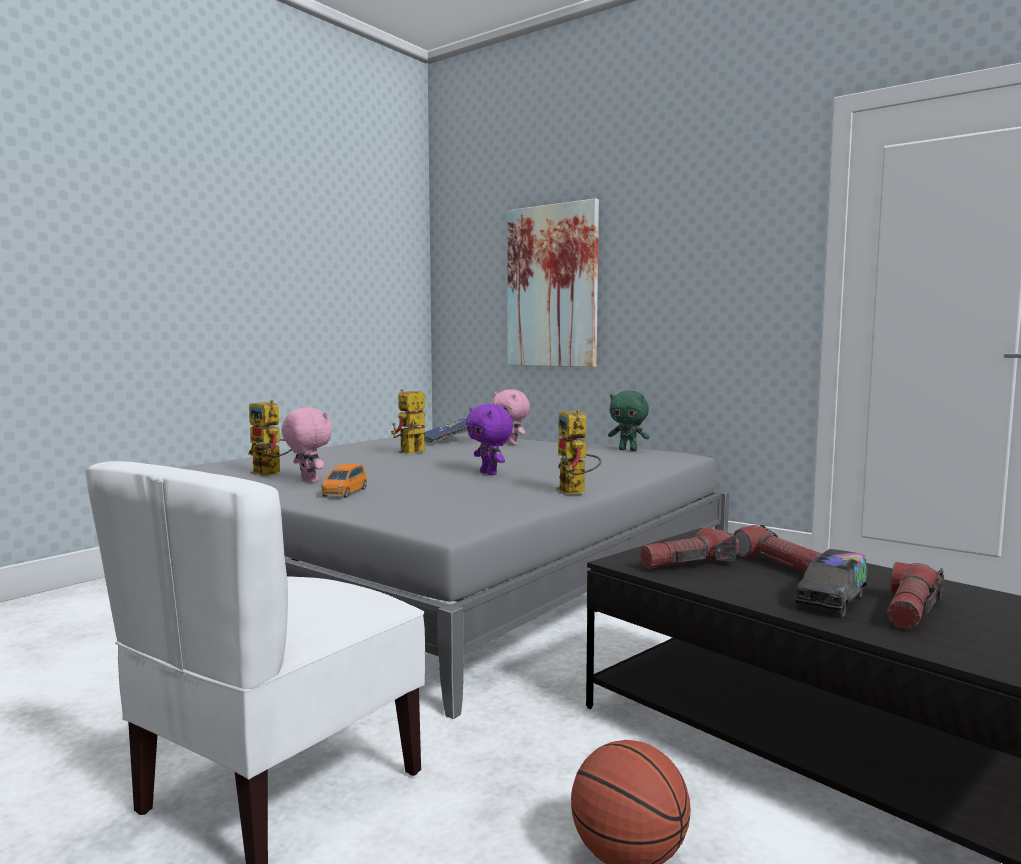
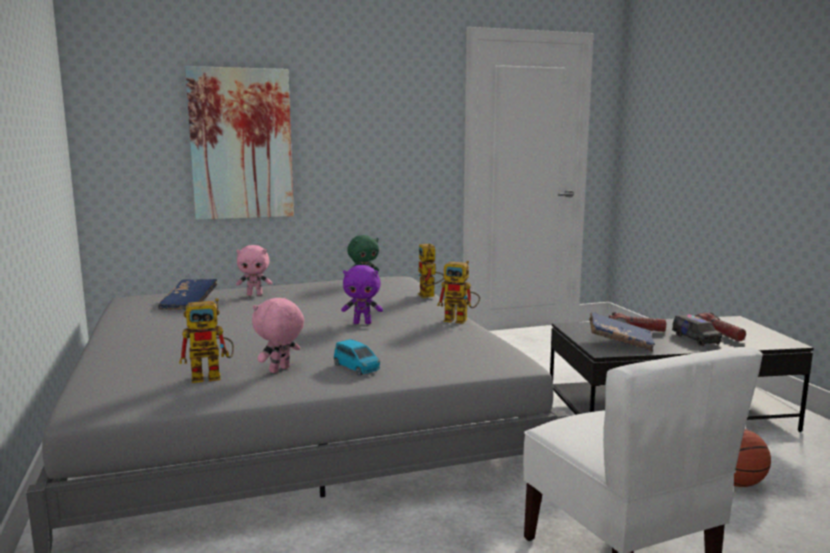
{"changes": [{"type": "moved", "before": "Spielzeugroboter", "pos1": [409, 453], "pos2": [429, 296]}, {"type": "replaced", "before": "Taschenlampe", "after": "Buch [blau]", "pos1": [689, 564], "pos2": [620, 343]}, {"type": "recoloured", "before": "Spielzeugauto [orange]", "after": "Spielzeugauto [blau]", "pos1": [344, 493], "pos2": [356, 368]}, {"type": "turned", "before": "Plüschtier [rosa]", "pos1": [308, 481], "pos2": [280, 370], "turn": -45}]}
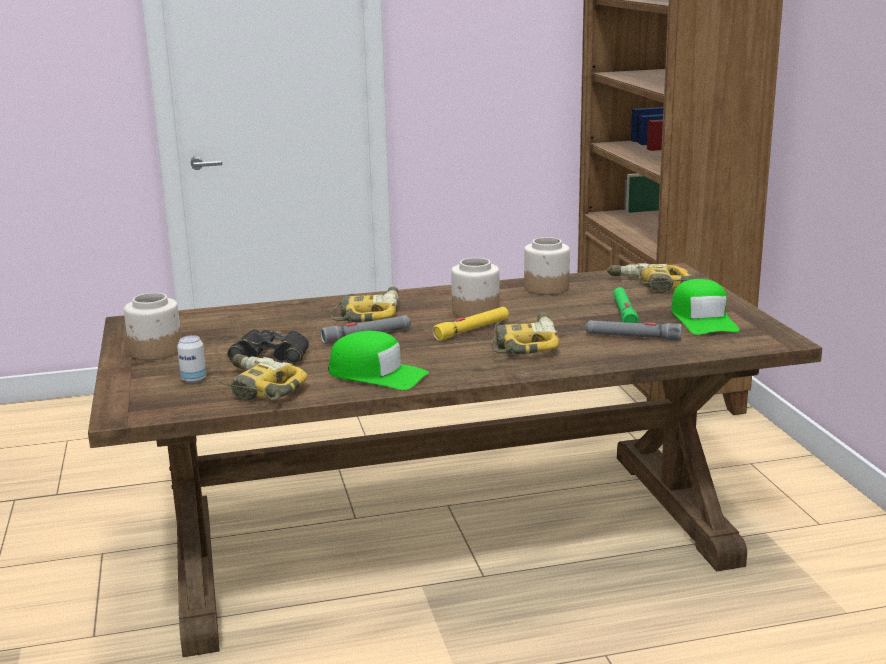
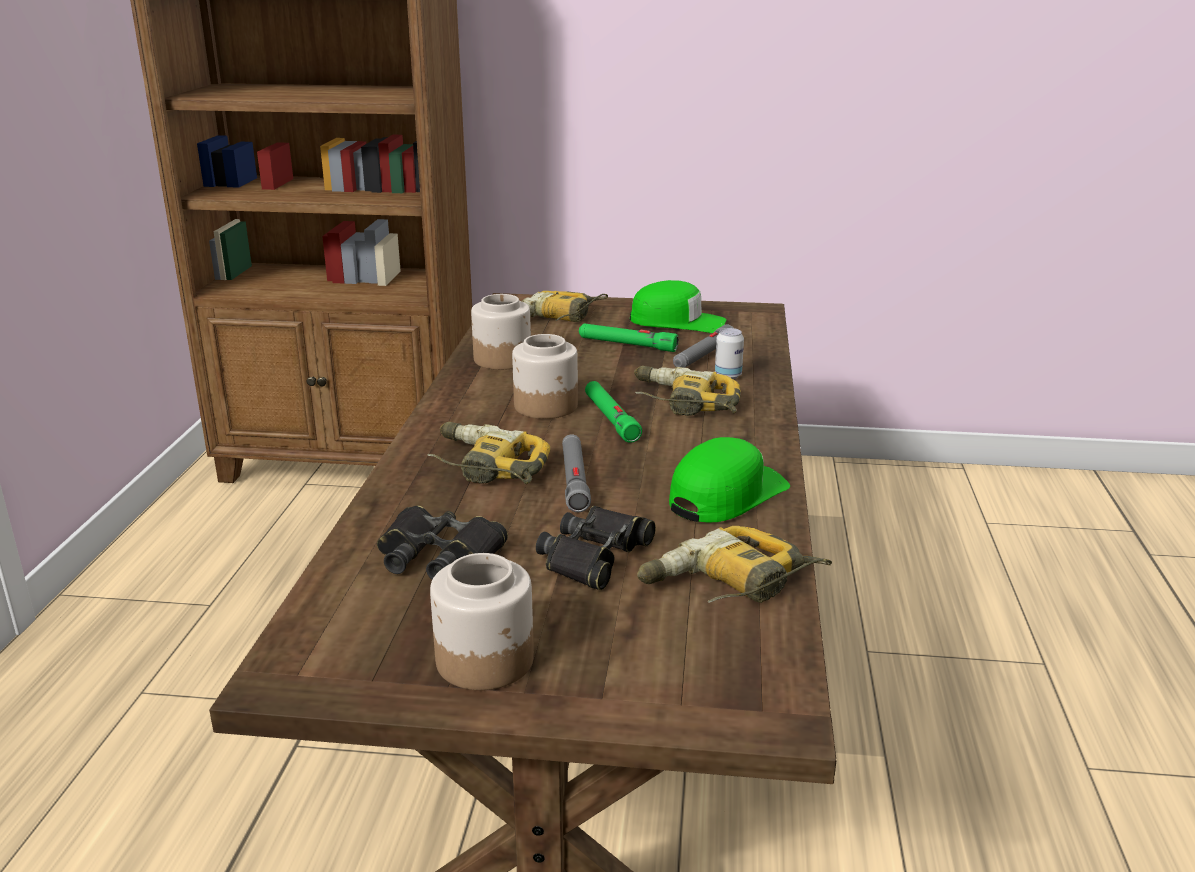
{"changes": [{"type": "added", "after": "Fernglas [schwarz]", "pos2": [438, 555]}, {"type": "moved", "before": "Dose", "pos1": [193, 379], "pos2": [728, 376]}, {"type": "recoloured", "before": "Taschenlampe [gelb]", "after": "Taschenlampe [grün]", "pos1": [472, 330], "pos2": [611, 418]}]}
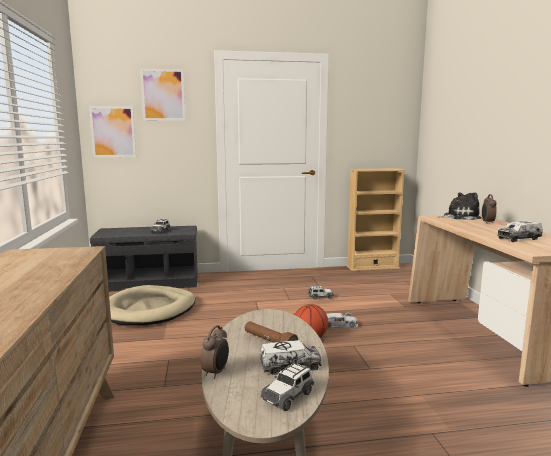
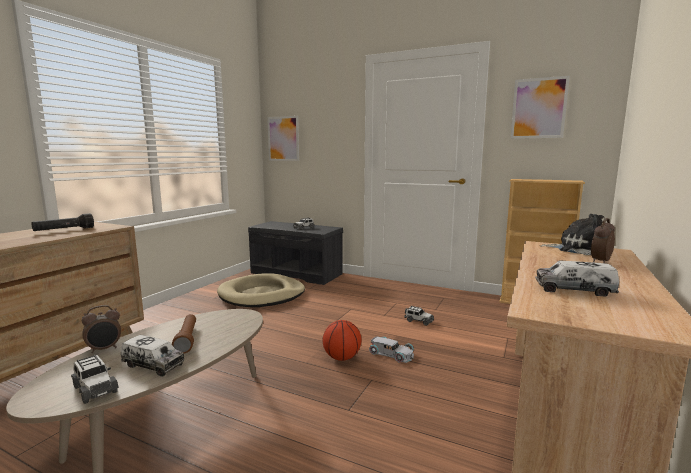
{"changes": [{"type": "added", "after": "Taschenlampe [schwarz]", "pos2": [64, 230]}, {"type": "moved", "before": "Bild", "pos1": [163, 95], "pos2": [538, 108]}, {"type": "turned", "before": "Spielzeugauto", "pos1": [288, 396], "pos2": [94, 389], "turn": -120}]}
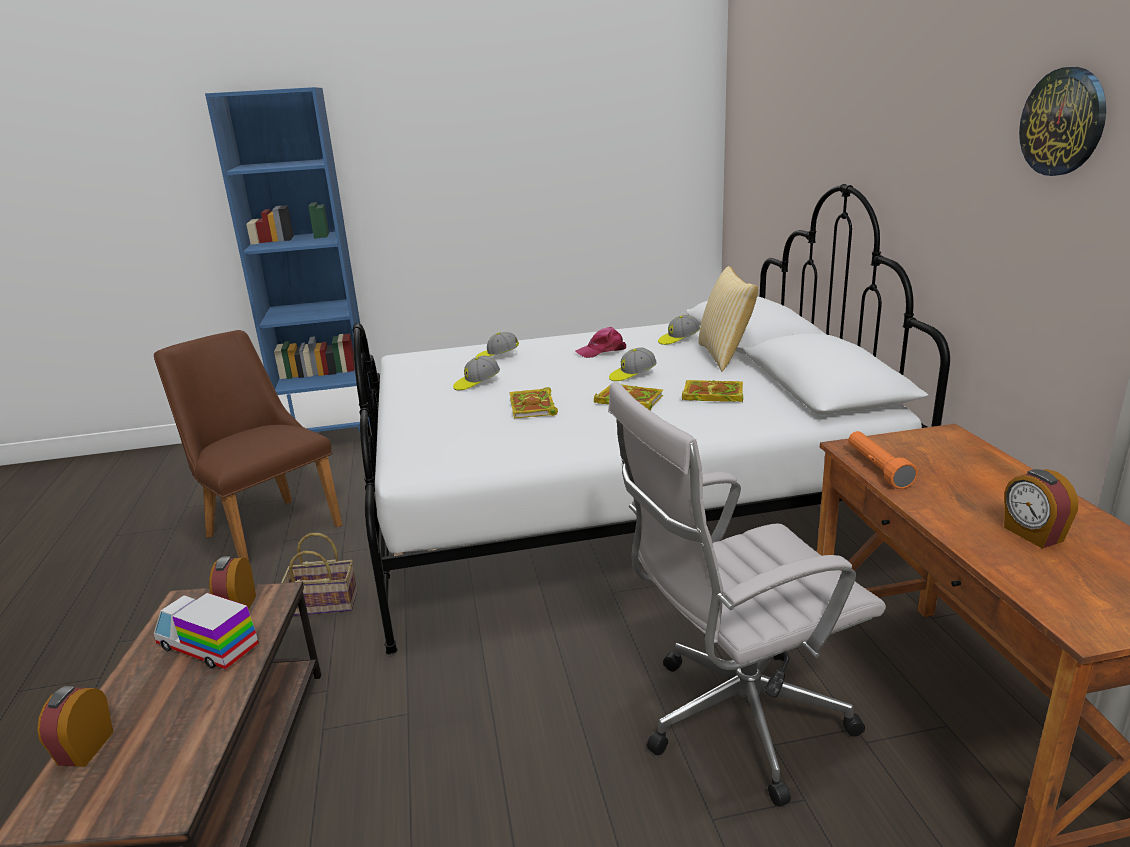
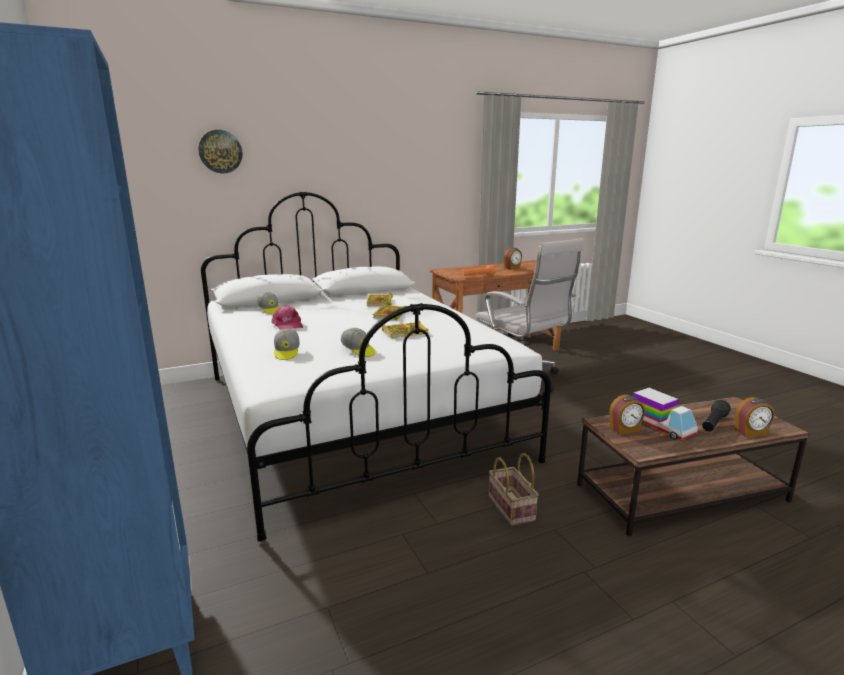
{"changes": [{"type": "removed", "before": "Stuhl [braun]", "pos1": [265, 527]}, {"type": "removed", "before": "Kappe", "pos1": [632, 375]}, {"type": "removed", "before": "Kissen", "pos1": [725, 356]}, {"type": "added", "after": "Taschenlampe [schwarz]", "pos2": [713, 424]}, {"type": "moved", "before": "Wanduhr", "pos1": [1063, 122], "pos2": [220, 151]}, {"type": "turned", "before": "Spielzeuglaster", "pos1": [208, 647], "pos2": [661, 427], "turn": -45}]}
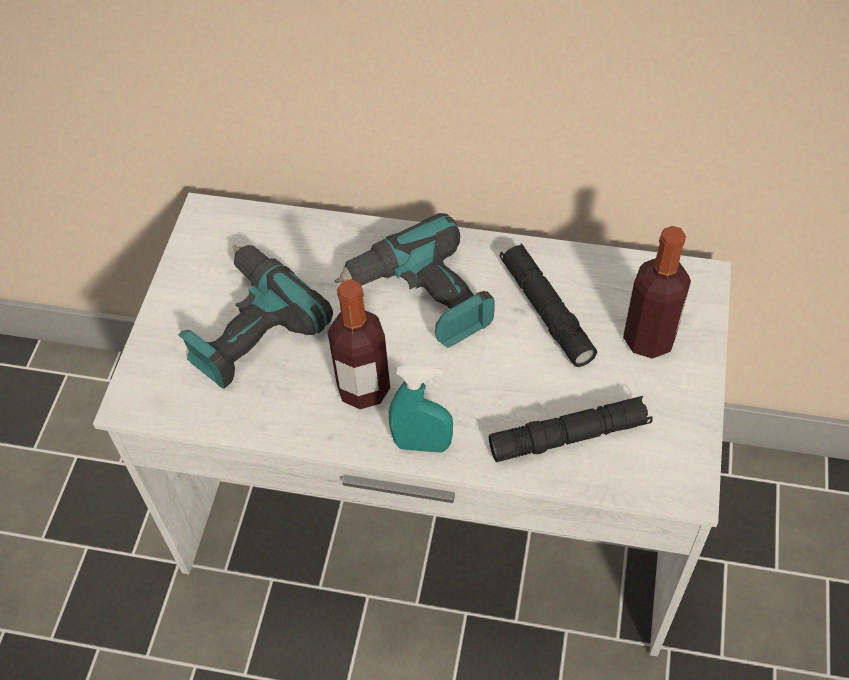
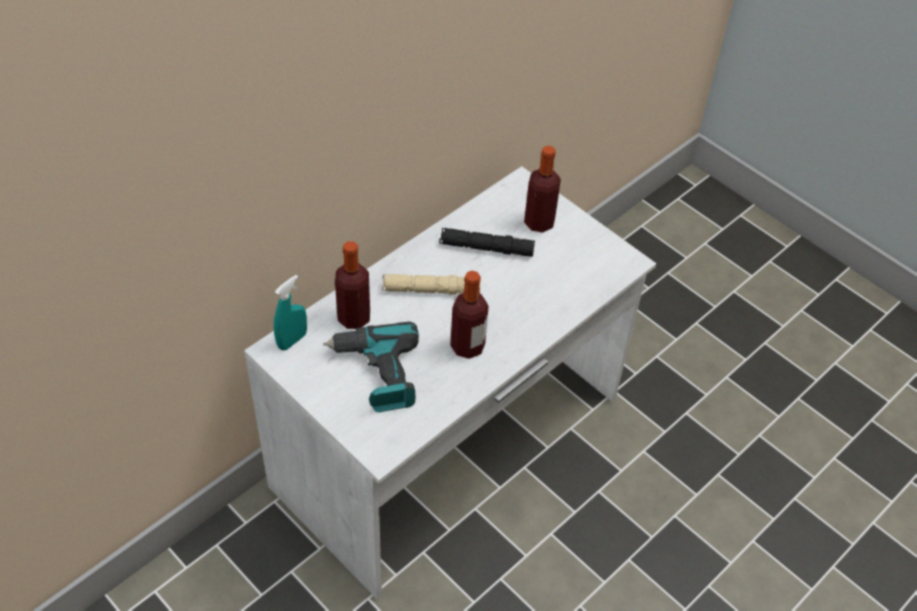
{"changes": [{"type": "removed", "before": "Taschenlampe [schwarz]", "pos1": [569, 436]}, {"type": "added", "after": "Flasche", "pos2": [354, 318]}, {"type": "moved", "before": "Sprühflasche [türkis]", "pos1": [422, 444], "pos2": [292, 340]}, {"type": "replaced", "before": "Bohrmaschine", "after": "Taschenlampe [beige]", "pos1": [422, 298], "pos2": [431, 290]}]}
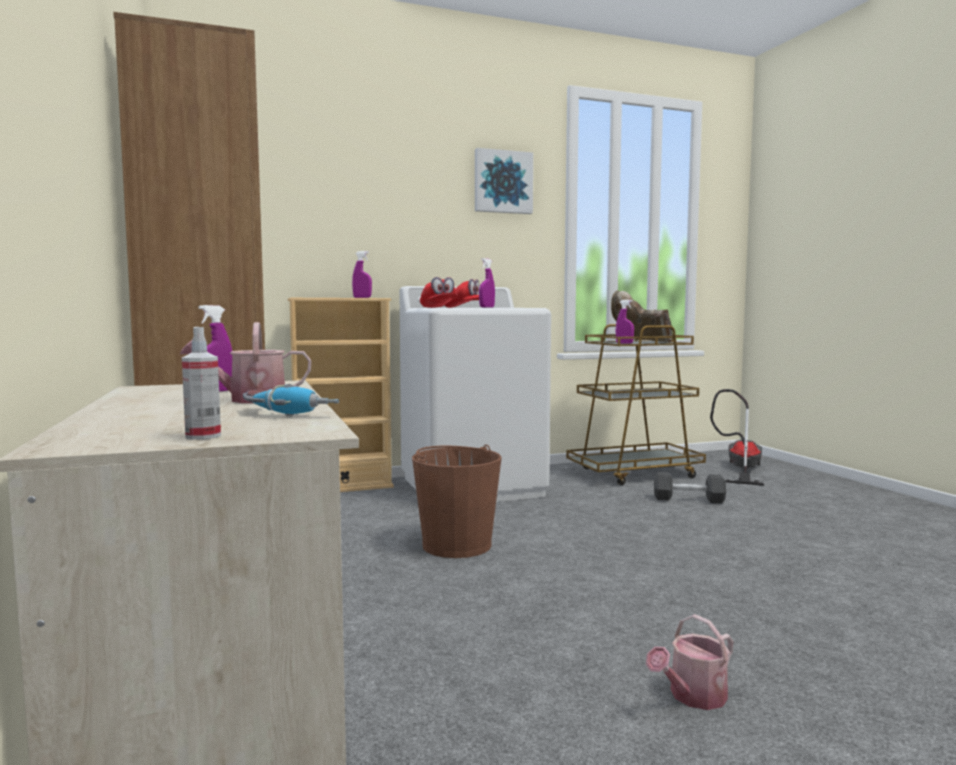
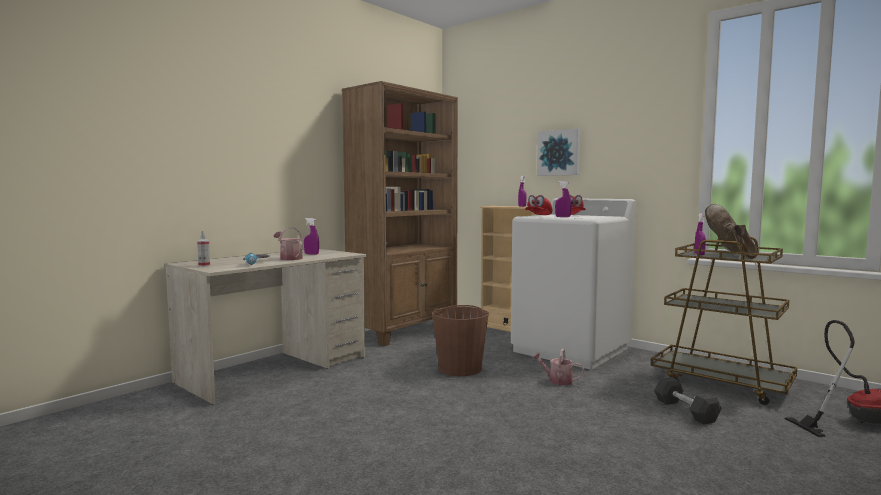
{"changes": [{"type": "moved", "before": "Bild", "pos1": [502, 182], "pos2": [559, 153]}, {"type": "moved", "before": "Gießkanne", "pos1": [692, 697], "pos2": [557, 380]}]}
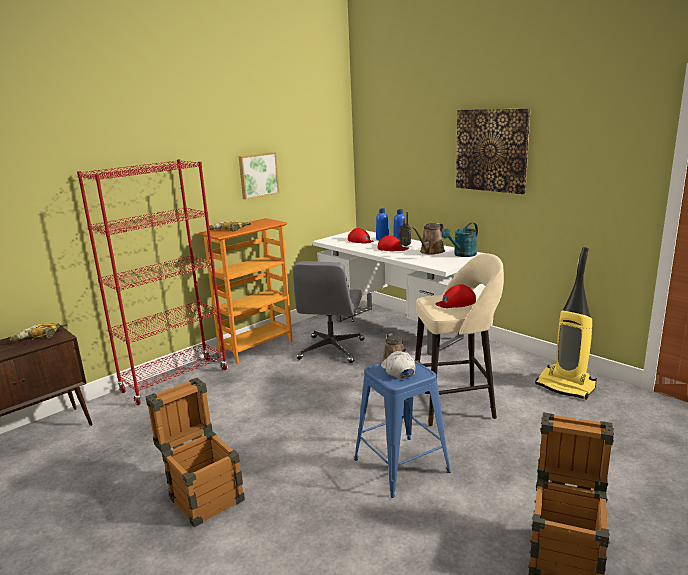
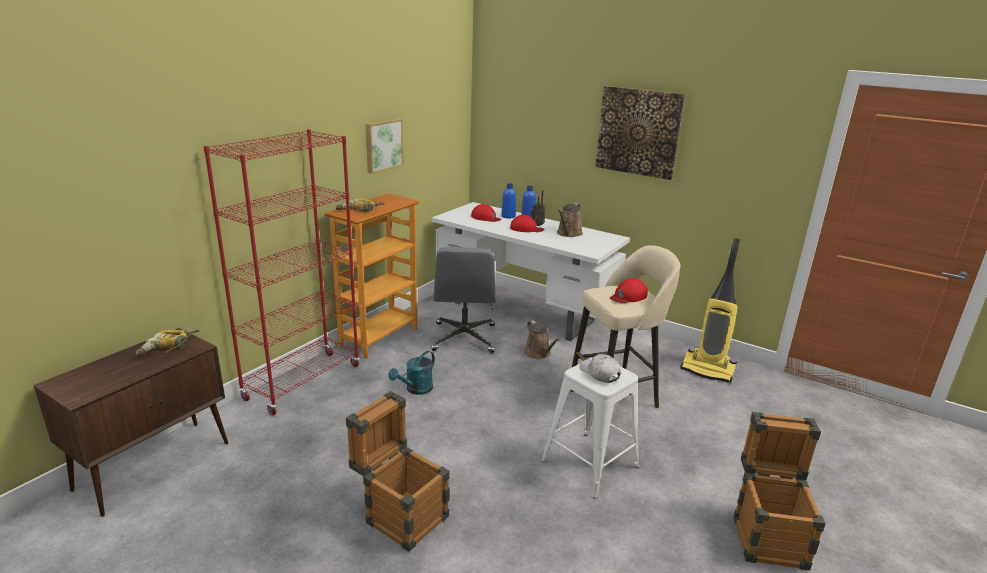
{"changes": [{"type": "moved", "before": "Gießkanne [türkis]", "pos1": [462, 255], "pos2": [416, 390]}, {"type": "recoloured", "before": "Hocker [blau]", "after": "Hocker [weiß]", "pos1": [401, 465], "pos2": [590, 464]}]}
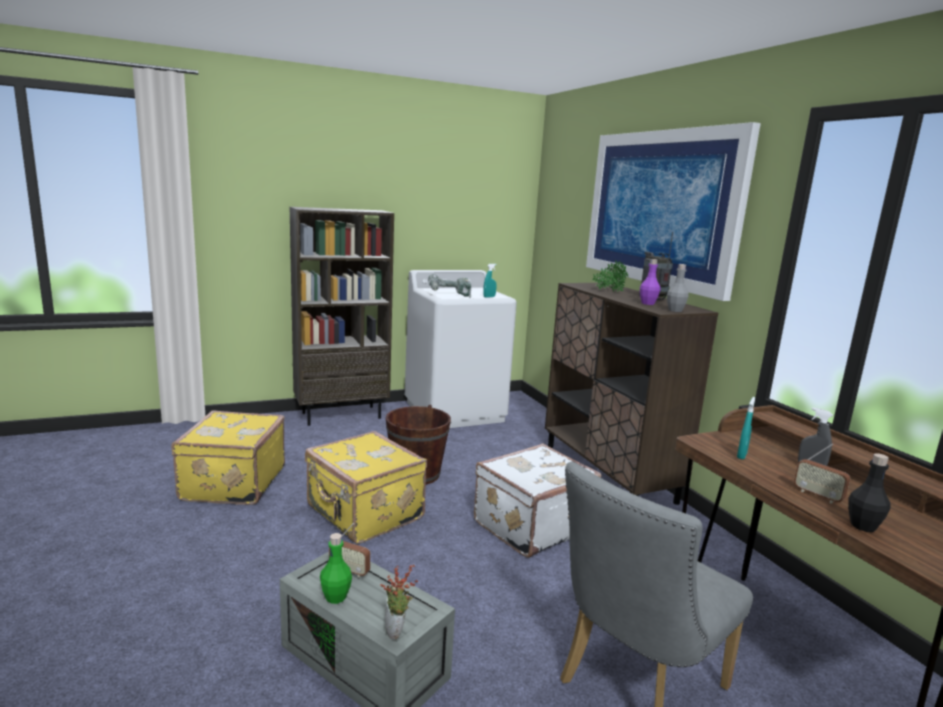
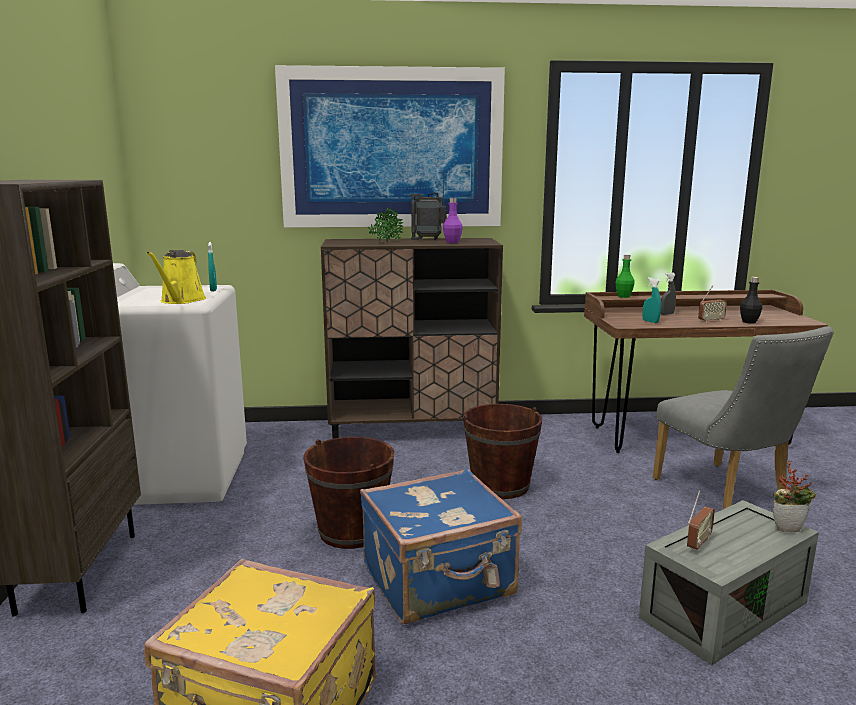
{"changes": [{"type": "removed", "before": "Flasche [grau]", "pos1": [675, 310]}, {"type": "moved", "before": "Flasche [grün]", "pos1": [336, 597], "pos2": [623, 296]}, {"type": "replaced", "before": "Bohrmaschine", "after": "Gießkanne [gelb]", "pos1": [449, 295], "pos2": [181, 300]}, {"type": "replaced", "before": "Koffer [weiß]", "after": "Eimer [braun]", "pos1": [530, 525], "pos2": [500, 486]}, {"type": "recoloured", "before": "Koffer [gelb]", "after": "Koffer [blau]", "pos1": [364, 514], "pos2": [439, 582]}]}
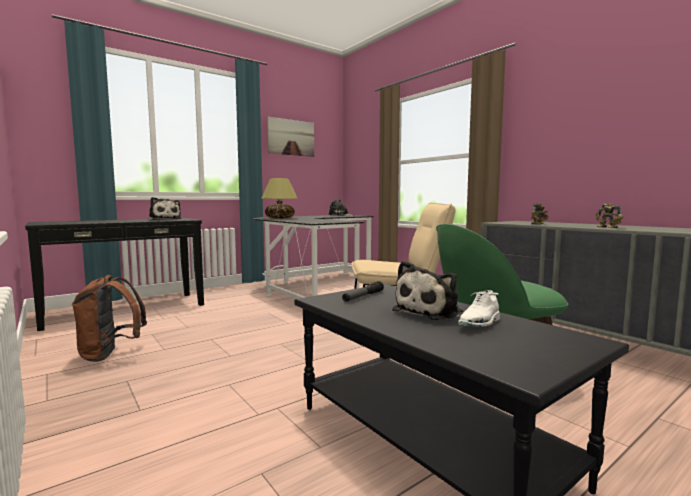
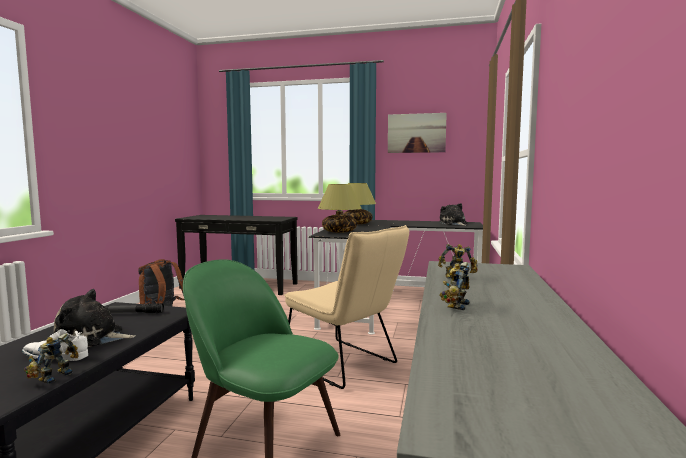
{"changes": [{"type": "removed", "before": "Plüschtier", "pos1": [164, 219]}, {"type": "added", "after": "Spielzeugroboter", "pos2": [53, 376]}, {"type": "added", "after": "Tischlampe", "pos2": [339, 232]}]}
